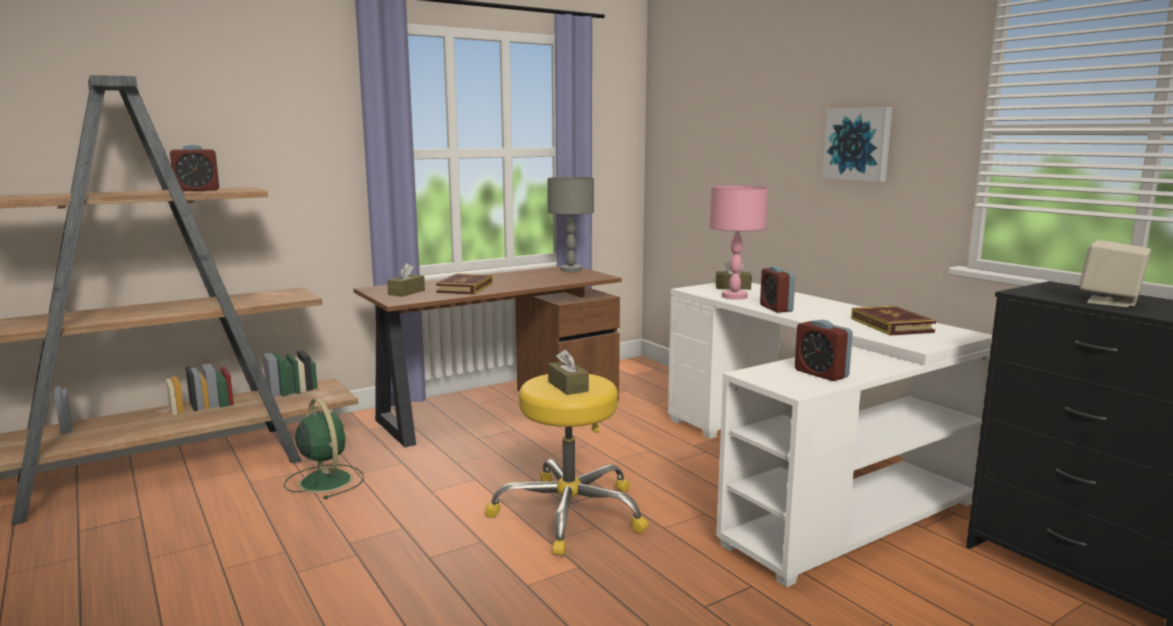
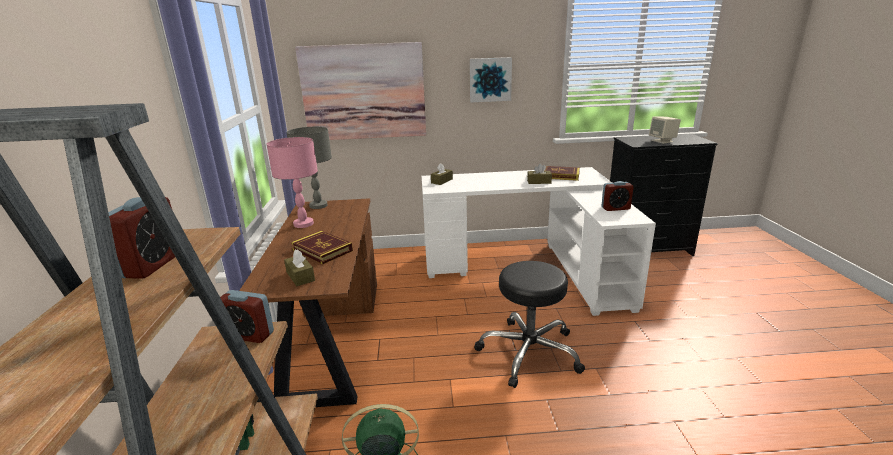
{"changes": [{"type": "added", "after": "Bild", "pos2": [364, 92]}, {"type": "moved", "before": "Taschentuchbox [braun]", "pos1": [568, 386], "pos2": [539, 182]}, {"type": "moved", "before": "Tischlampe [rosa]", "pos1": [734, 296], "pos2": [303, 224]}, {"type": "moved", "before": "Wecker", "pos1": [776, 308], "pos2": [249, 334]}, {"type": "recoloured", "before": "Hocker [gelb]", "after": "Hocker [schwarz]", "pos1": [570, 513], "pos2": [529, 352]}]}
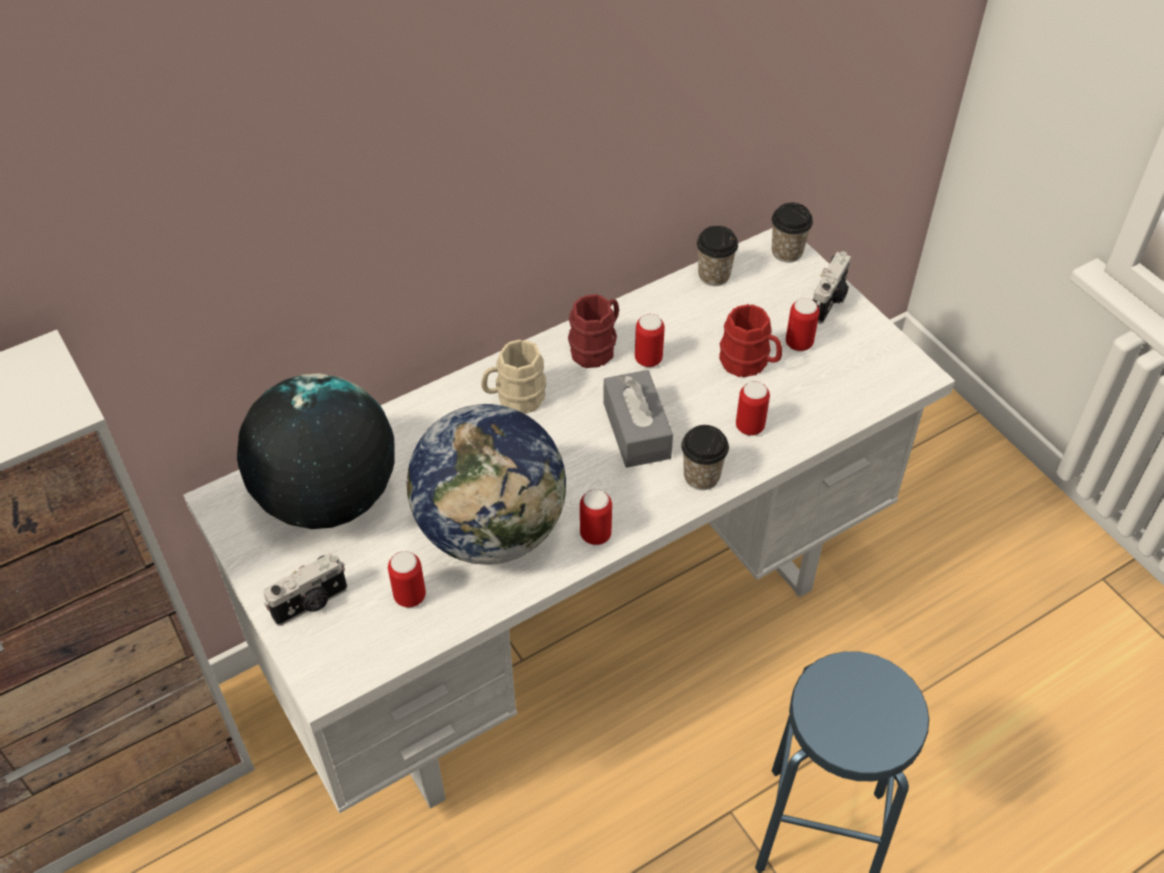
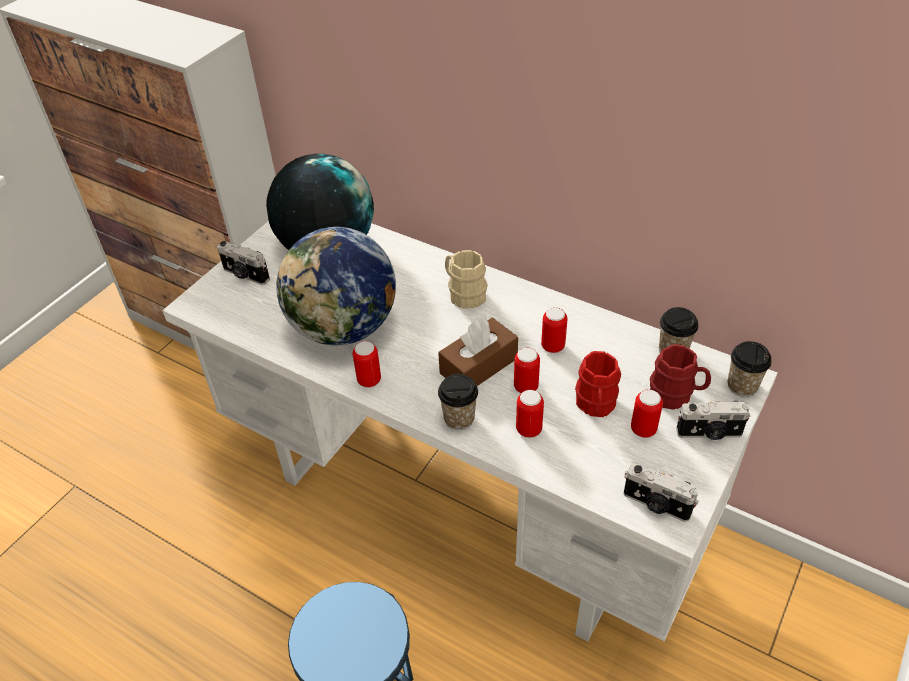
{"changes": [{"type": "added", "after": "Kamera", "pos2": [656, 505]}, {"type": "moved", "before": "Dose", "pos1": [410, 596], "pos2": [526, 387]}, {"type": "moved", "before": "Henkelbecher [rot]", "pos1": [597, 347], "pos2": [676, 395]}, {"type": "recoloured", "before": "Taschentuchbox [grau]", "after": "Taschentuchbox [braun]", "pos1": [636, 430], "pos2": [478, 366]}]}
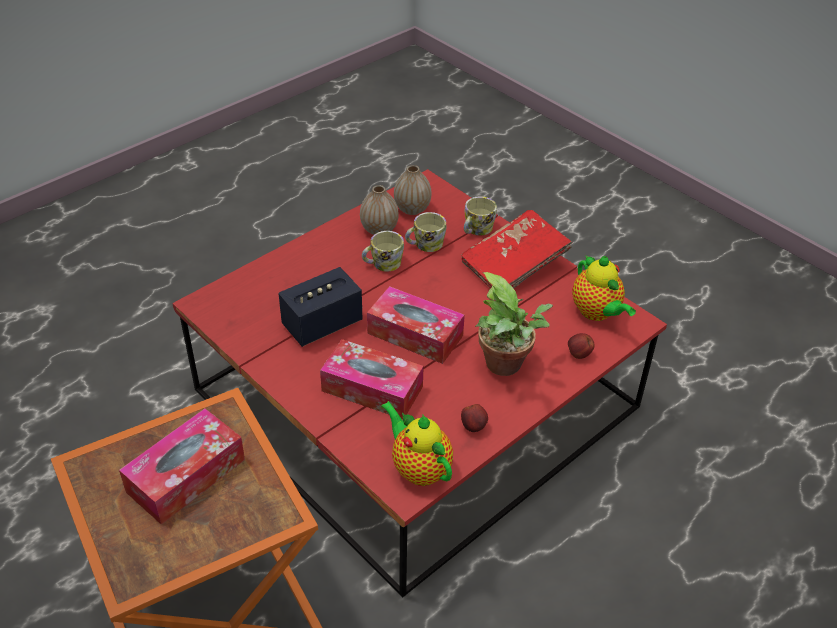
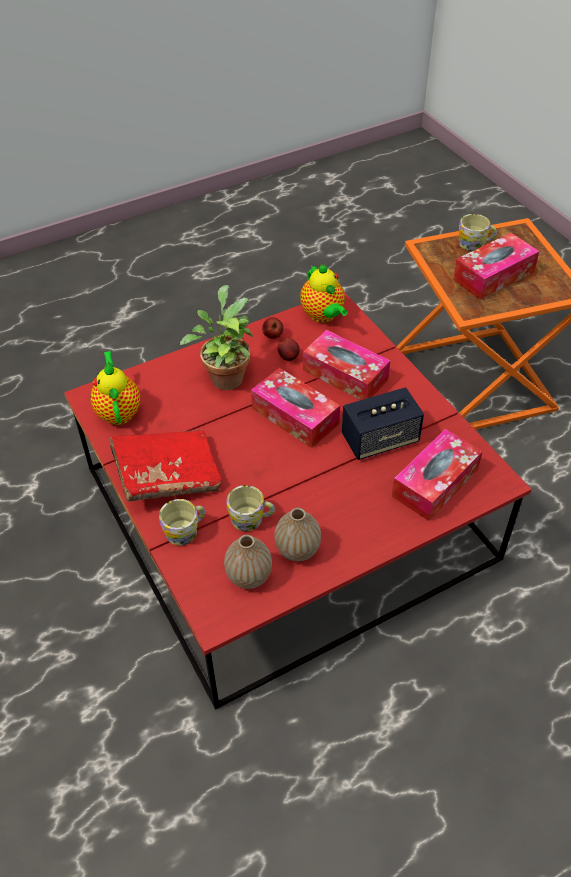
{"changes": [{"type": "added", "after": "Taschentuchbox", "pos2": [435, 483]}, {"type": "moved", "before": "Henkelbecher", "pos1": [382, 263], "pos2": [475, 244]}, {"type": "moved", "before": "Apfel", "pos1": [578, 354], "pos2": [289, 357]}]}
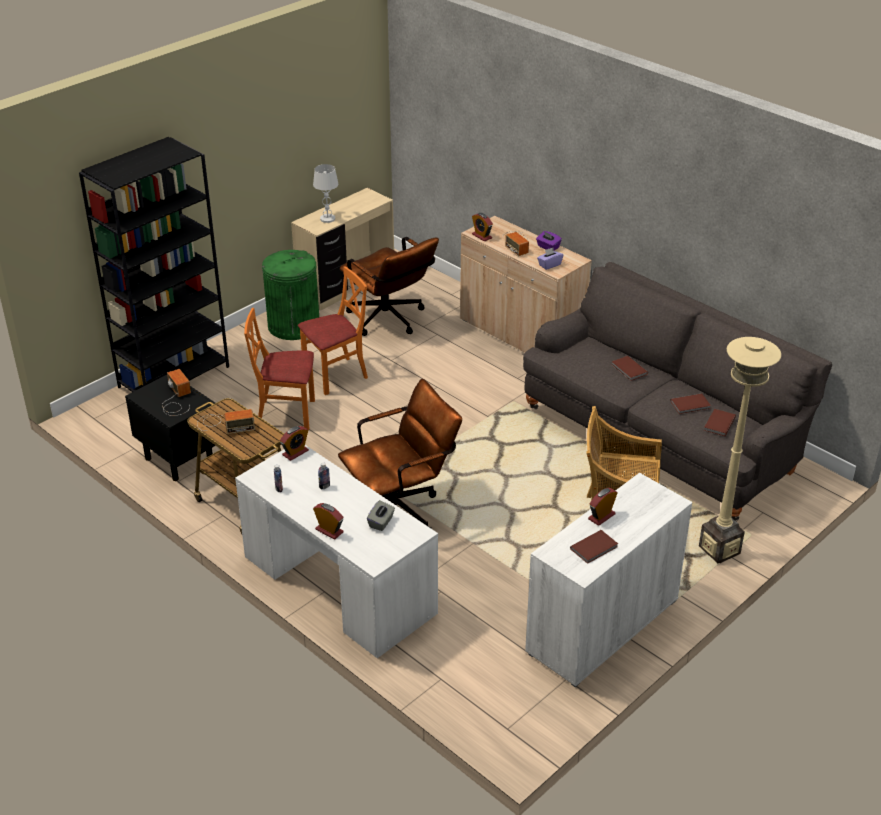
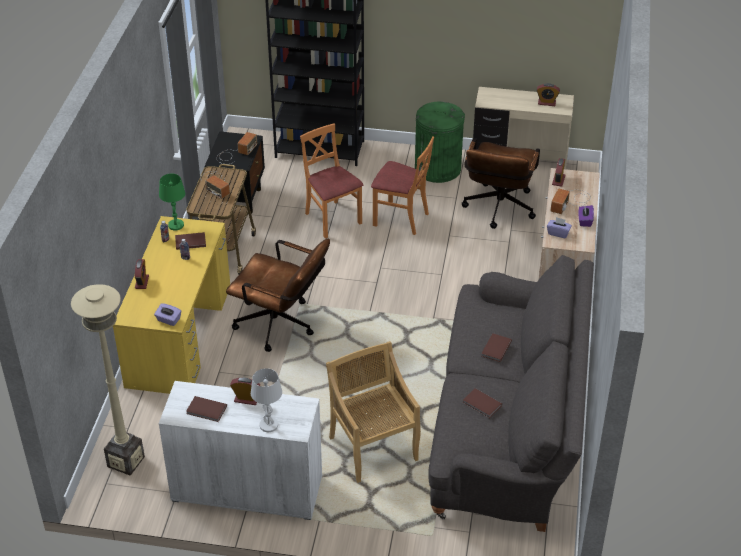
{"changes": [{"type": "removed", "before": "Taschentuchbox [grau]", "pos1": [381, 522]}, {"type": "added", "after": "Taschentuchbox [lila]", "pos2": [168, 320]}, {"type": "added", "after": "Tischlampe [grün]", "pos2": [176, 225]}, {"type": "moved", "before": "Wecker", "pos1": [295, 453], "pos2": [546, 103]}, {"type": "moved", "before": "Tischlampe [weiß]", "pos1": [327, 219], "pos2": [269, 425]}, {"type": "moved", "before": "Stehlampe [beige]", "pos1": [719, 550], "pos2": [125, 461]}, {"type": "moved", "before": "Buch [braun]", "pos1": [718, 424], "pos2": [190, 242]}, {"type": "recoloured", "before": "Schreibtisch [weiß]", "after": "Schreibtisch [gelb]", "pos1": [339, 583], "pos2": [180, 334]}]}
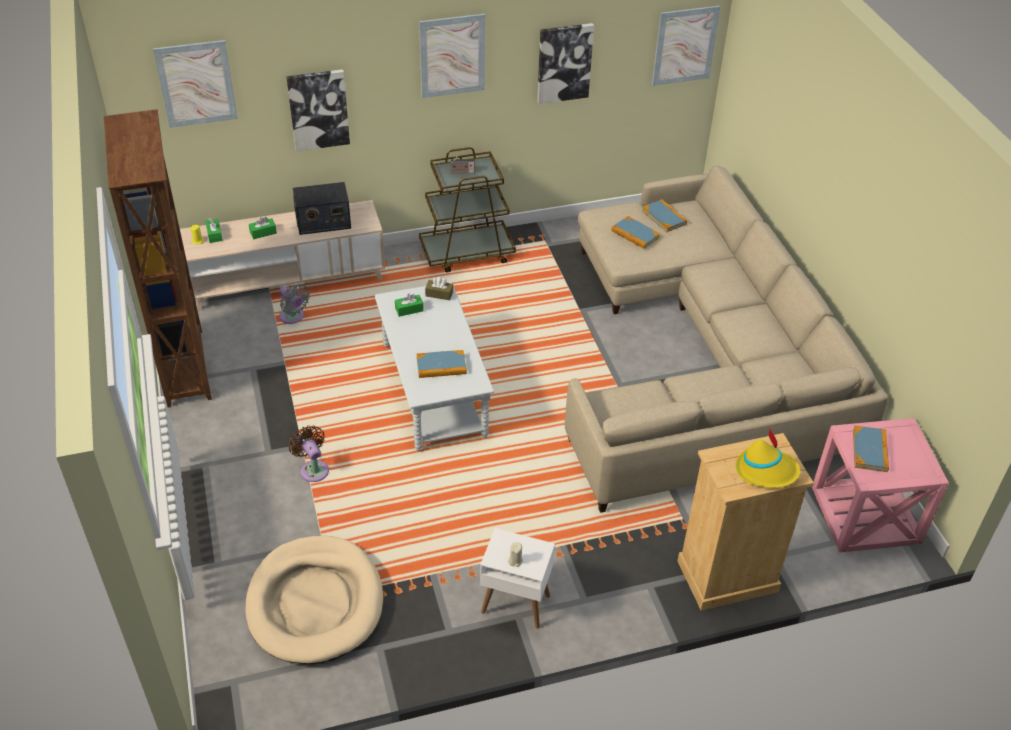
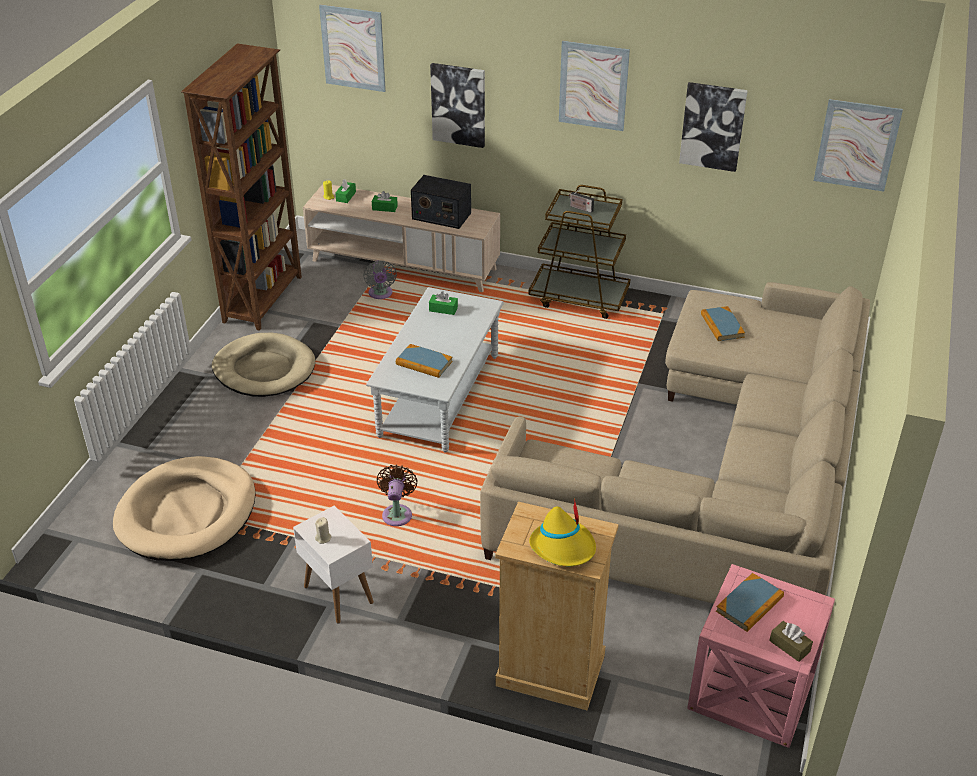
{"changes": [{"type": "removed", "before": "Buch", "pos1": [664, 217]}, {"type": "added", "after": "Hundebett [beige]", "pos2": [264, 369]}, {"type": "moved", "before": "Ventilator [braun]", "pos1": [313, 469], "pos2": [397, 513]}, {"type": "moved", "before": "Taschentuchbox [braun]", "pos1": [439, 294], "pos2": [789, 646]}]}
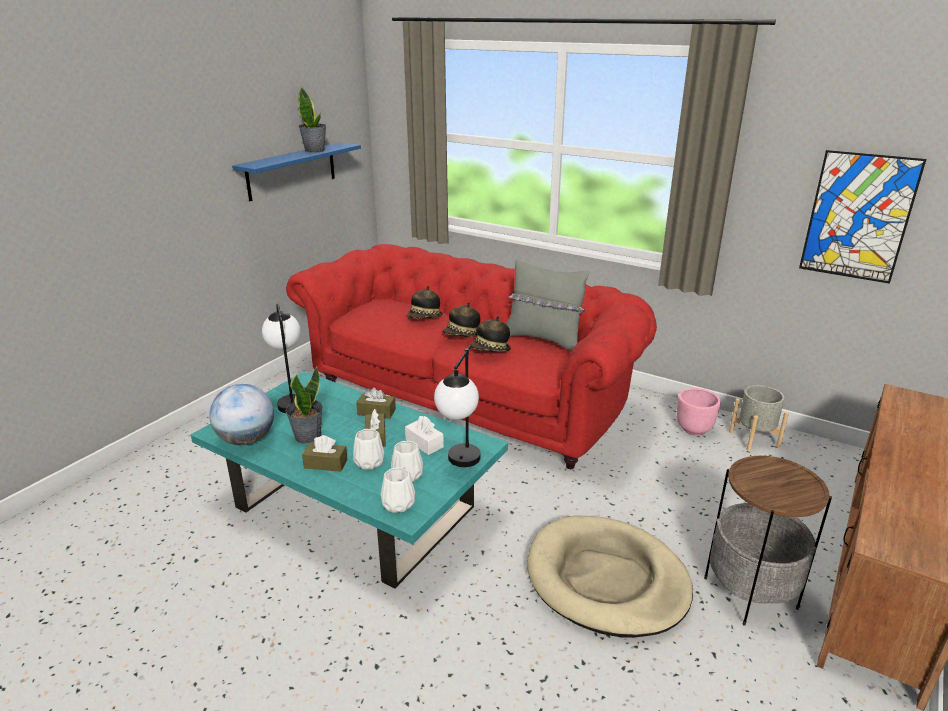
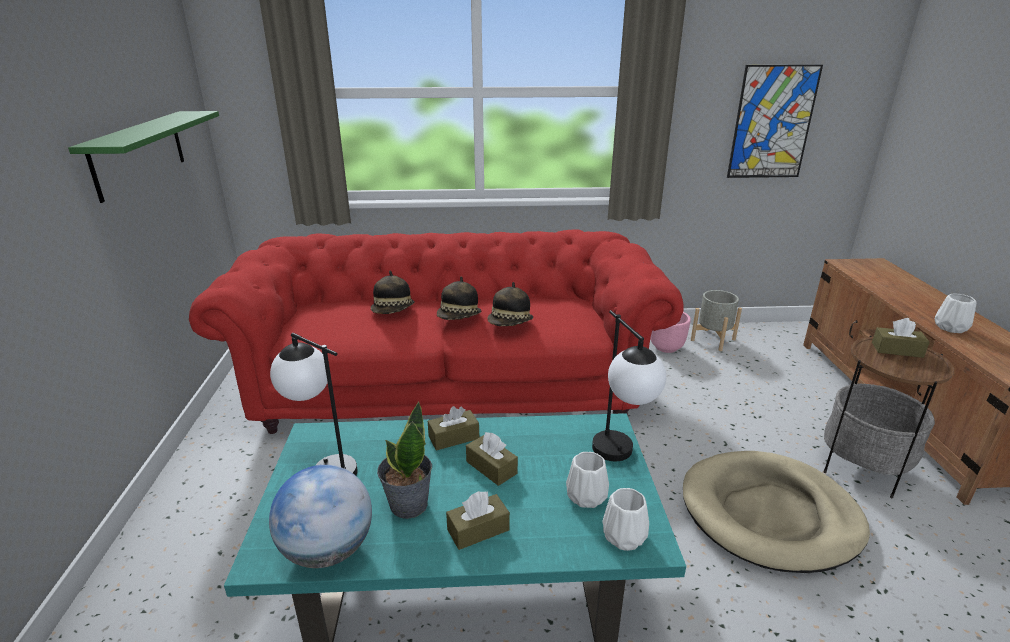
{"changes": [{"type": "removed", "before": "Topfpflanze", "pos1": [315, 150]}, {"type": "removed", "before": "Taschentuchbox [weiß]", "pos1": [424, 443]}, {"type": "removed", "before": "Kissen [grau]", "pos1": [543, 339]}, {"type": "added", "after": "Taschentuchbox [braun]", "pos2": [897, 350]}, {"type": "moved", "before": "Vase [weiß]", "pos1": [369, 462], "pos2": [949, 327]}, {"type": "recoloured", "before": "Wandregal [blau]", "after": "Wandregal [grün]", "pos1": [292, 171], "pos2": [139, 153]}]}
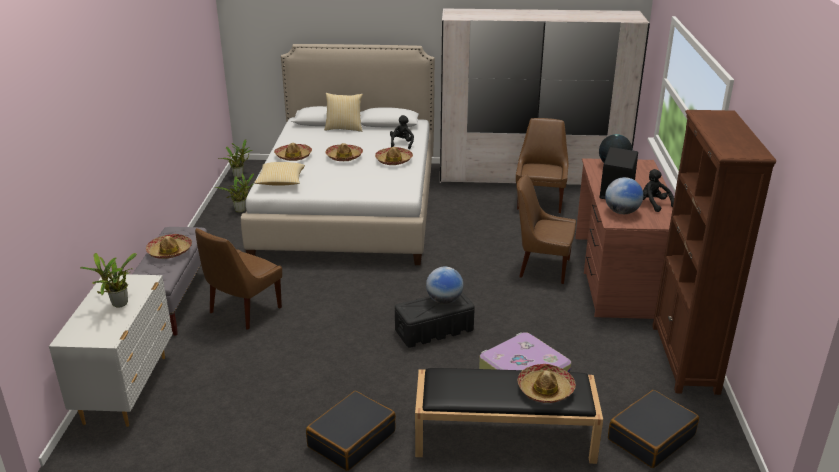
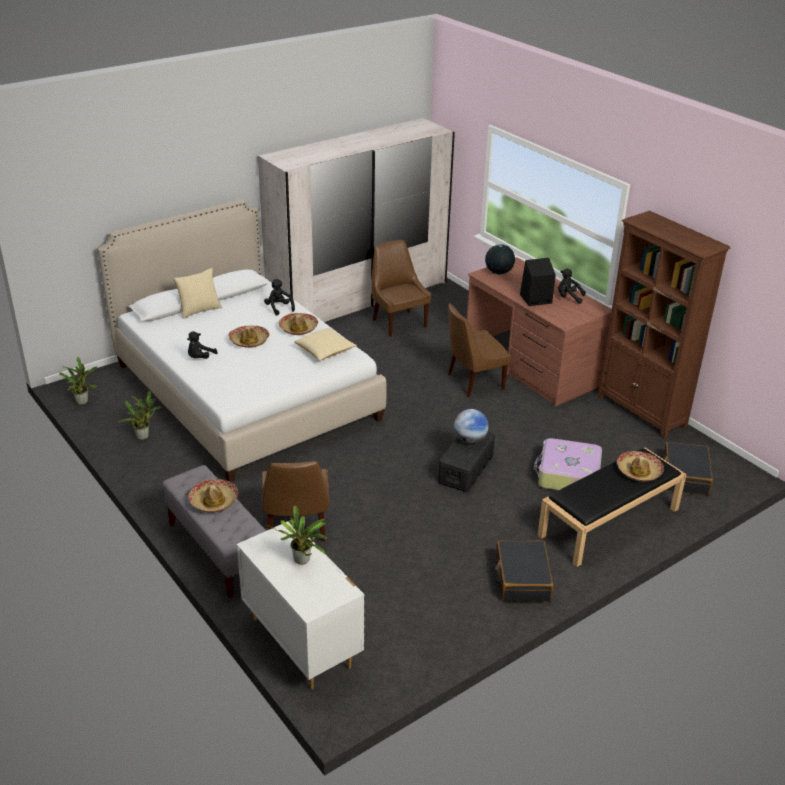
{"changes": [{"type": "removed", "before": "Globus", "pos1": [621, 212]}, {"type": "moved", "before": "Kissen", "pos1": [280, 182], "pos2": [325, 352]}, {"type": "replaced", "before": "Hut", "after": "Plüschtier [schwarz]", "pos1": [293, 156], "pos2": [200, 358]}]}
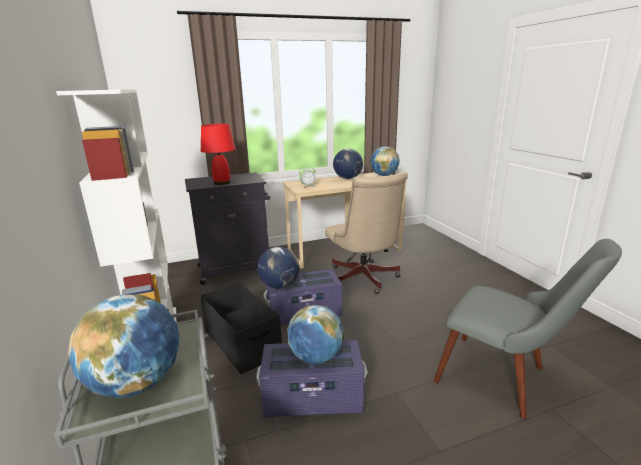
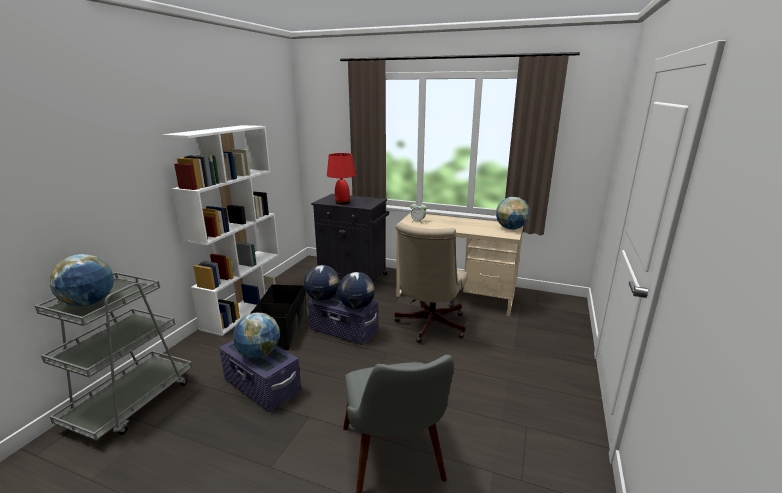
{"changes": [{"type": "moved", "before": "Globus", "pos1": [348, 178], "pos2": [357, 306]}]}
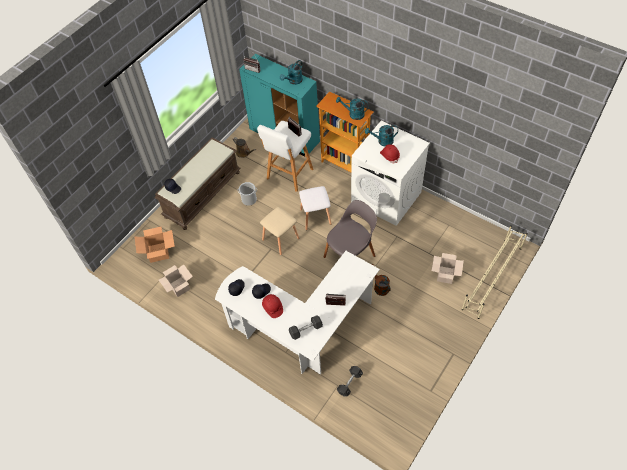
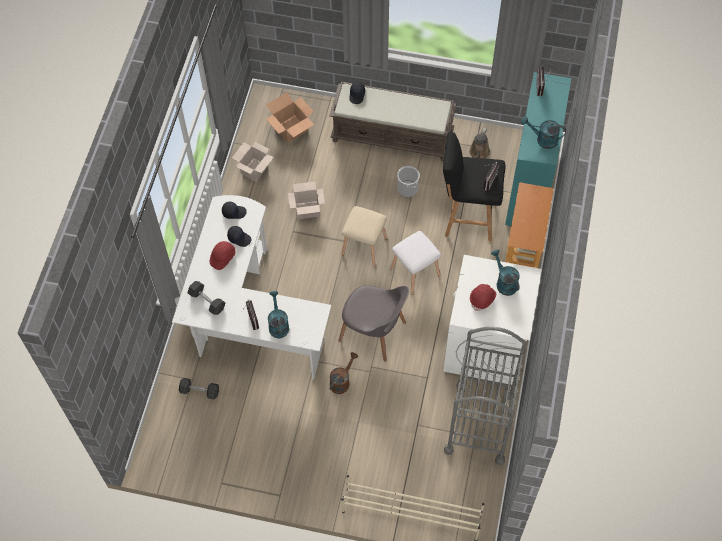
{"changes": [{"type": "added", "after": "Rollwagen [grau]", "pos2": [480, 423]}, {"type": "moved", "before": "Gießkanne [türkis]", "pos1": [353, 114], "pos2": [278, 324]}, {"type": "moved", "before": "Karton", "pos1": [445, 274], "pos2": [307, 209]}, {"type": "recoloured", "before": "Hocker [weiß]", "after": "Hocker [schwarz]", "pos1": [289, 175], "pos2": [467, 217]}]}
